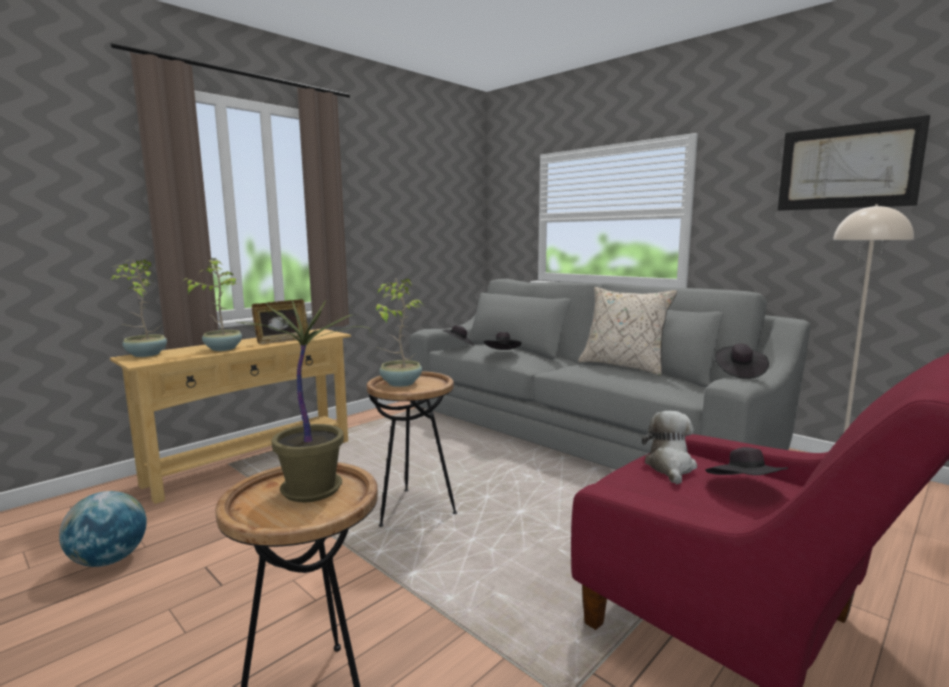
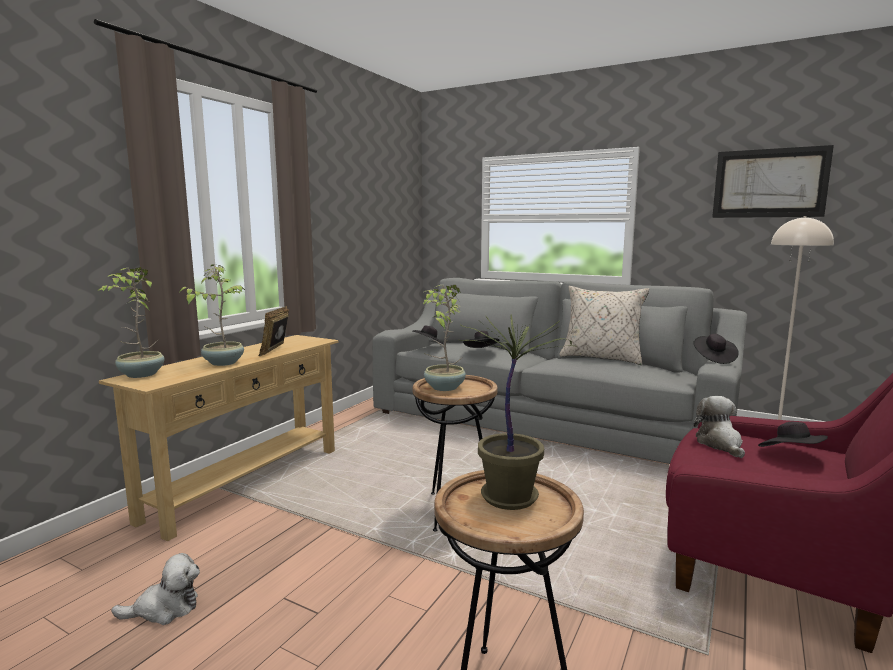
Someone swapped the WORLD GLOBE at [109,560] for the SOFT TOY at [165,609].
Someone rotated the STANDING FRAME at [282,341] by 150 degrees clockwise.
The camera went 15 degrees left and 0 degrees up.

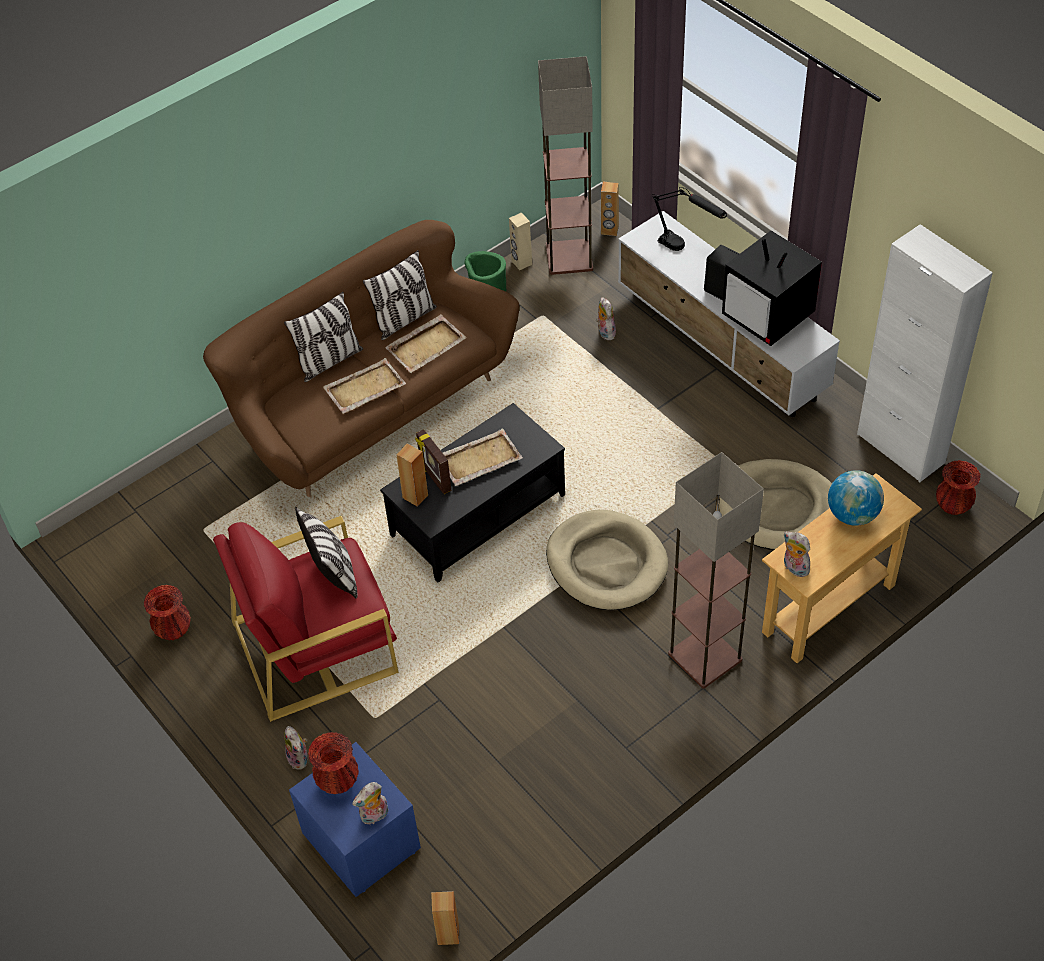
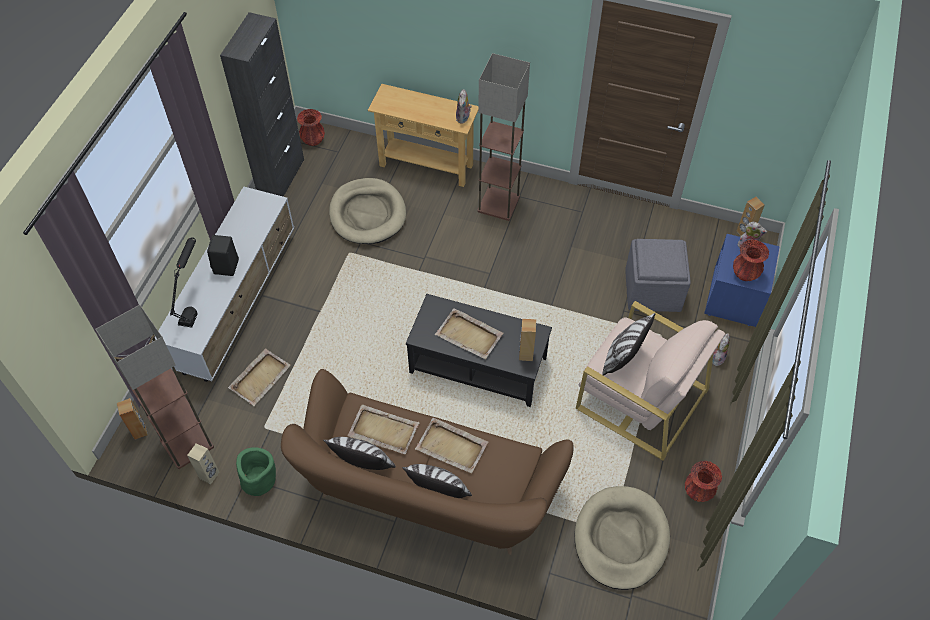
Someone took away the STANDING FRAME at [435,477].
Someone took away the TV at [768,317].
Someone took away the WORLD GLOBE at [852,514].
Someone put down the GRAY POUFFE at [653,290].
Someone carried the BEIGE DOG BED from [606,563] to [621,539].
Someone swapped the SOFT TOY at [605,332] for the BEIGE CARRYING TRAY at [260,377].
Someone repainted the RED EASY CHAIR at [316,645], which became the BEIGE EASY CHAIR at [641,397].
Someone repainted the WHITISH CABINET at [900,448], which became the BLACKISH CABINET at [281,177].
The camera went 125 degrees left and 5 degrees up.

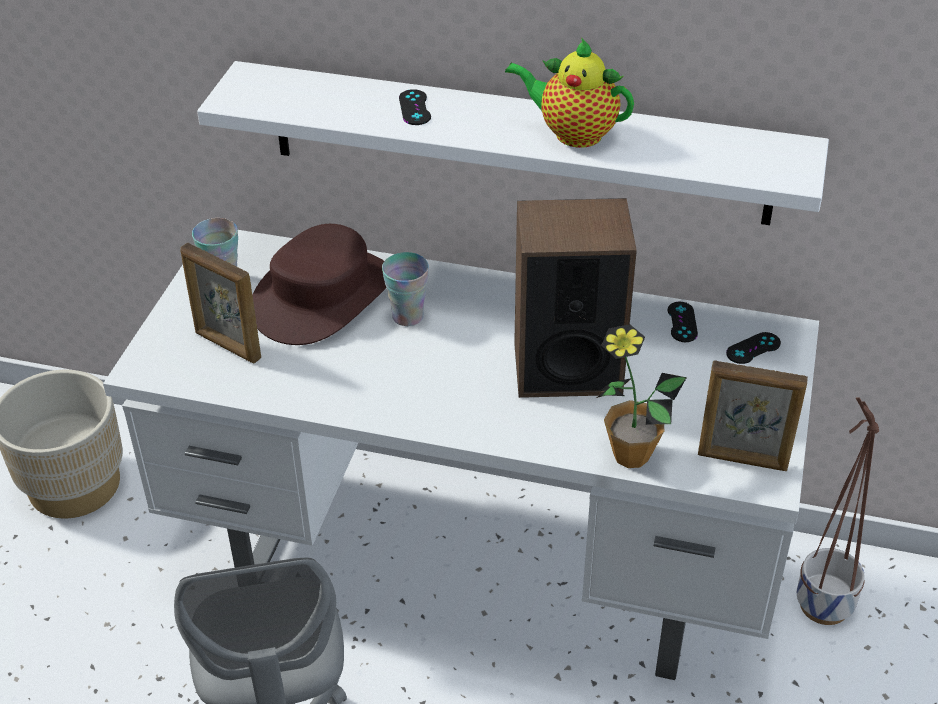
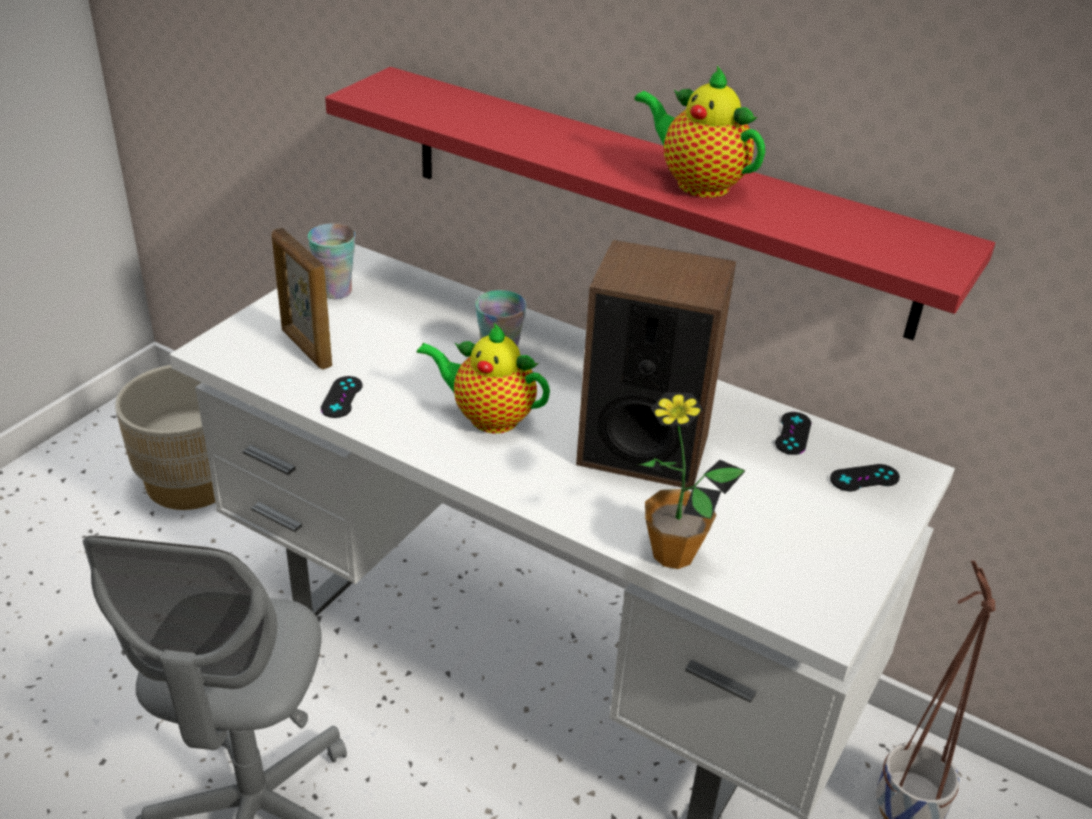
Someone took away the BROWN-COLOURED WEARABLE HAT at [322,296].
Someone took away the STANDING FRAME at [742,460].
Someone put down the TEAPOT at [488,417].
Someone carried the BLACKISH GAME CONTROLLER from [414,108] to [342,397].
Someone repainted the WHITISH SHELF at [518,143], which became the RED SHELF at [651,198].
The camera went 15 degrees right and 5 degrees down.

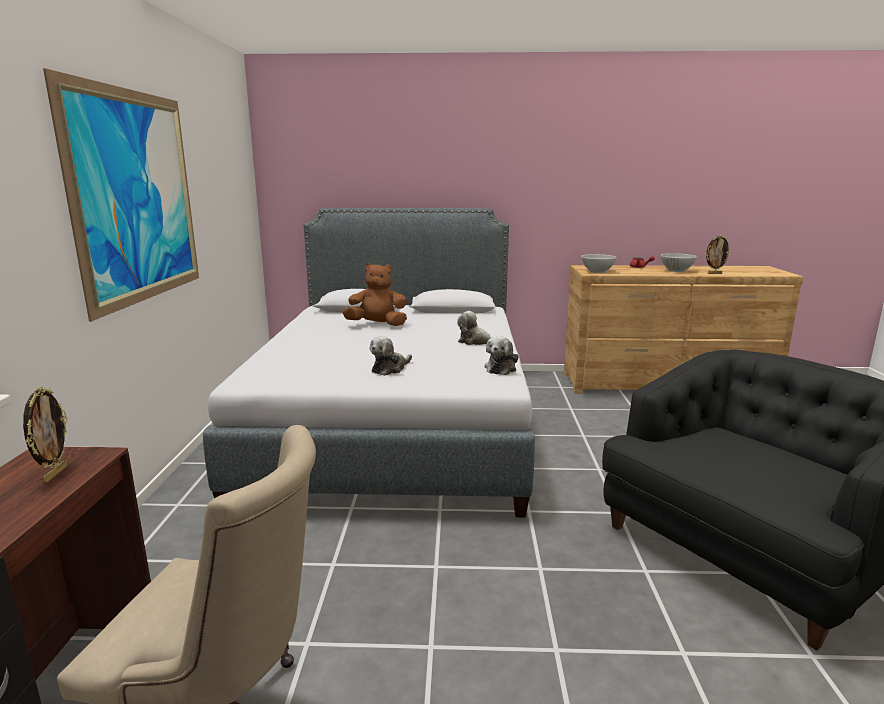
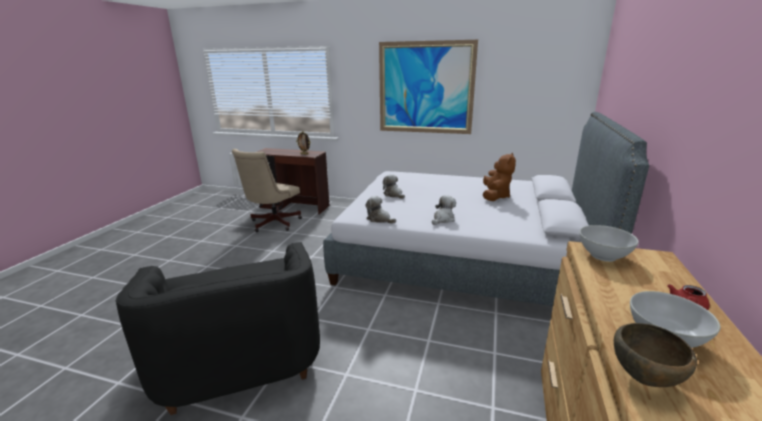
Someone swapped the STANDING FRAME at [714,273] for the BROWN-COLOURED SERVING BOWL at [644,379].
The camera went 105 degrees right and 5 degrees up.

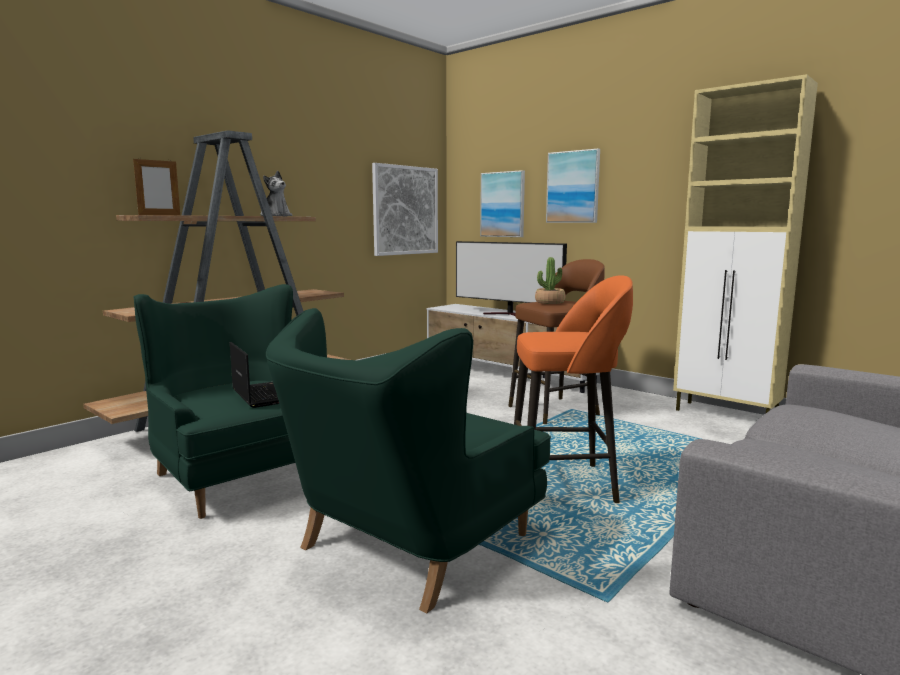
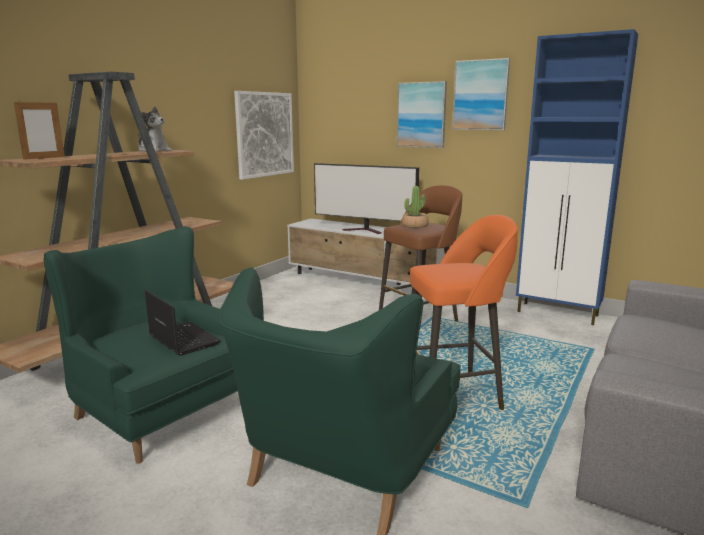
Someone carried the PICTURE from [503,204] to [480,95].
Someone repainted the BEIGE CABINET at [726,415], which became the BLUE CABINET at [558,314].
The camera went 10 degrees left and 5 degrees up.

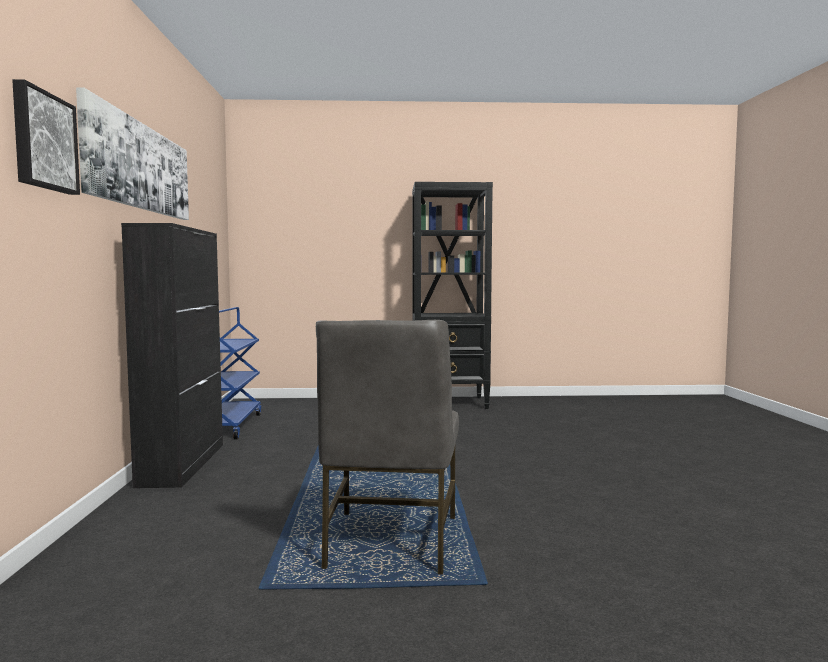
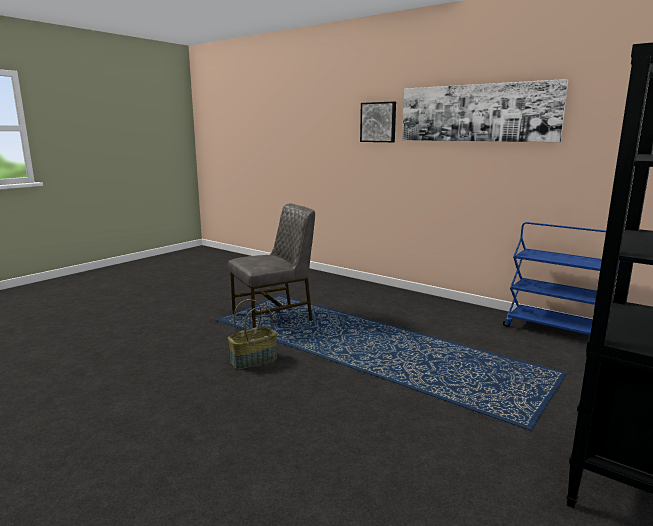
Someone took away the BLACKISH CABINET at [183,464].
Someone put down the HOUSEHOLD BASKET at [253,360].
Someone rotated the GRAY CHAIR at [390,542] by 105 degrees clockwise.
The camera went 130 degrees right and 10 degrees up.

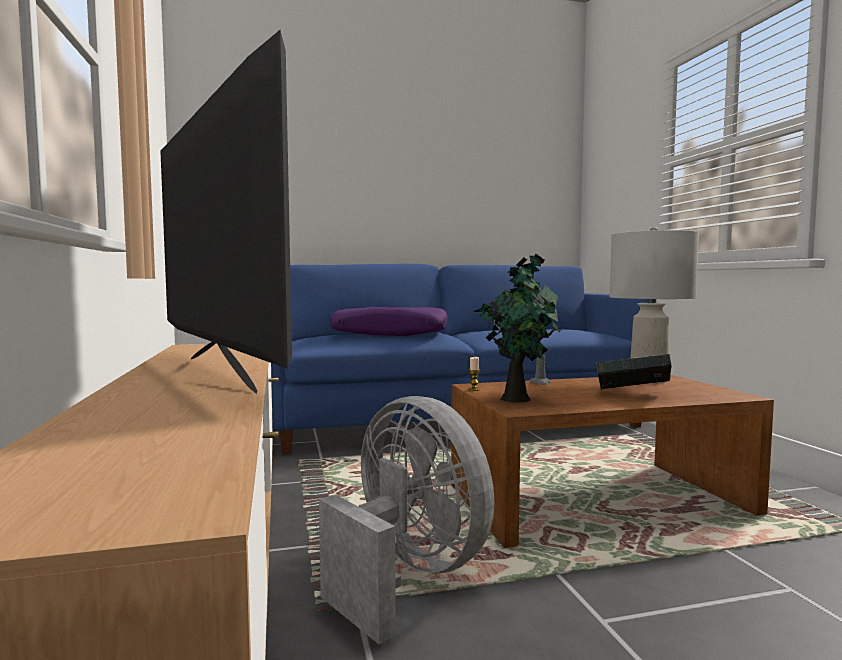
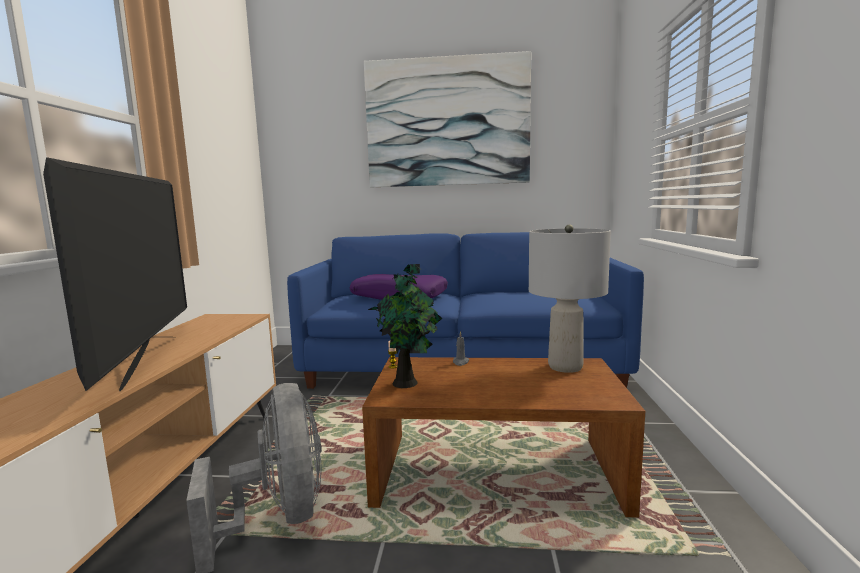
Someone took away the BOUND BOOK at [632,394].
Someone put up the PICTURE at [447,122].
The camera went 20 degrees right and 5 degrees up.

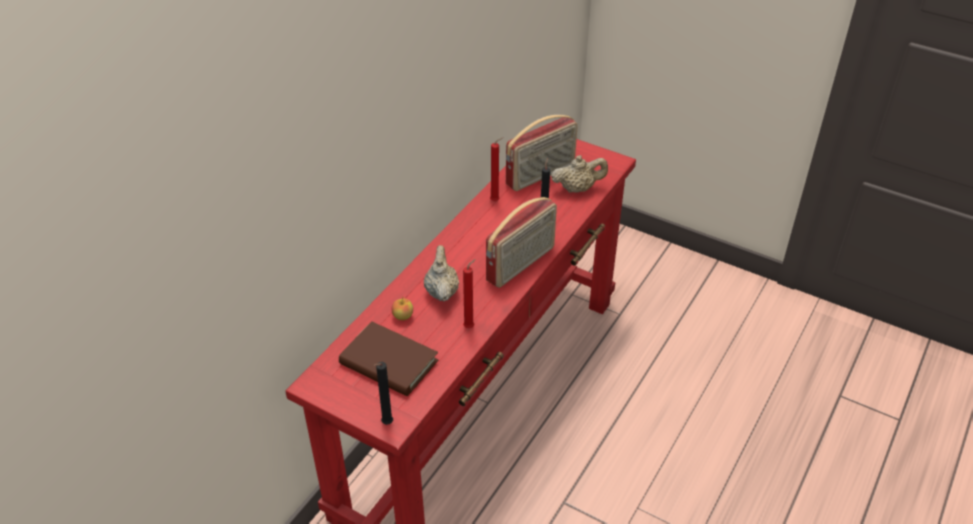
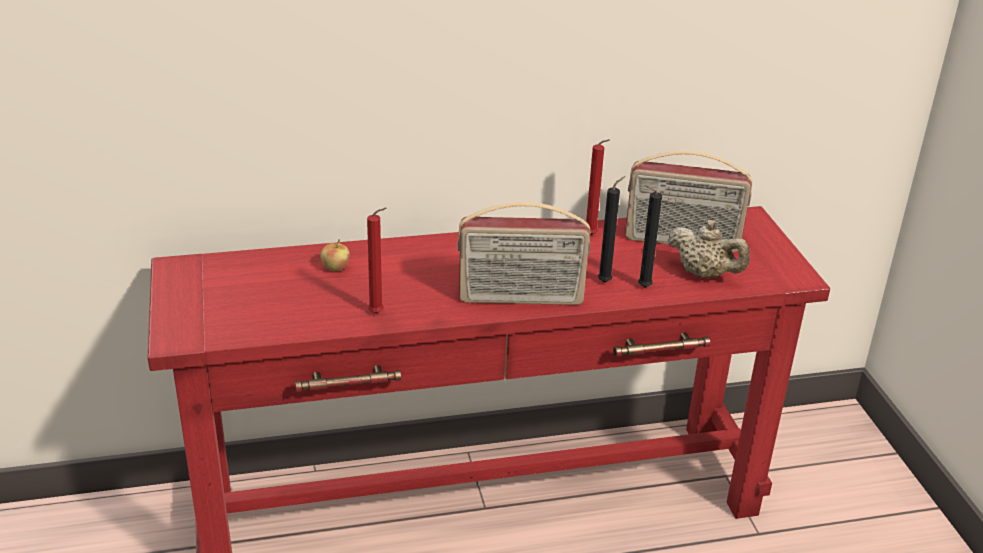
Someone took away the BROWN-COLOURED BOUND BOOK at [388,363].
Someone took away the BEIGE TEAPOT at [441,291].
Someone carried the BLACKISH CANDLE from [386,424] to [642,287].
The camera went 45 degrees right and 10 degrees down.

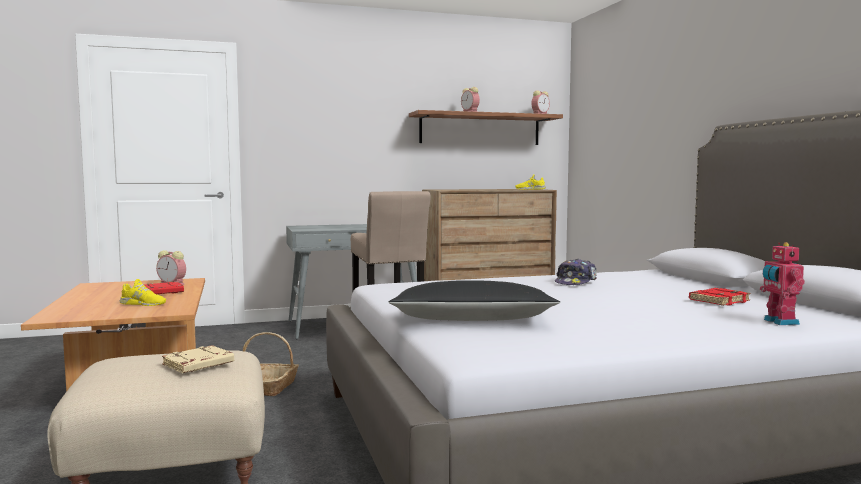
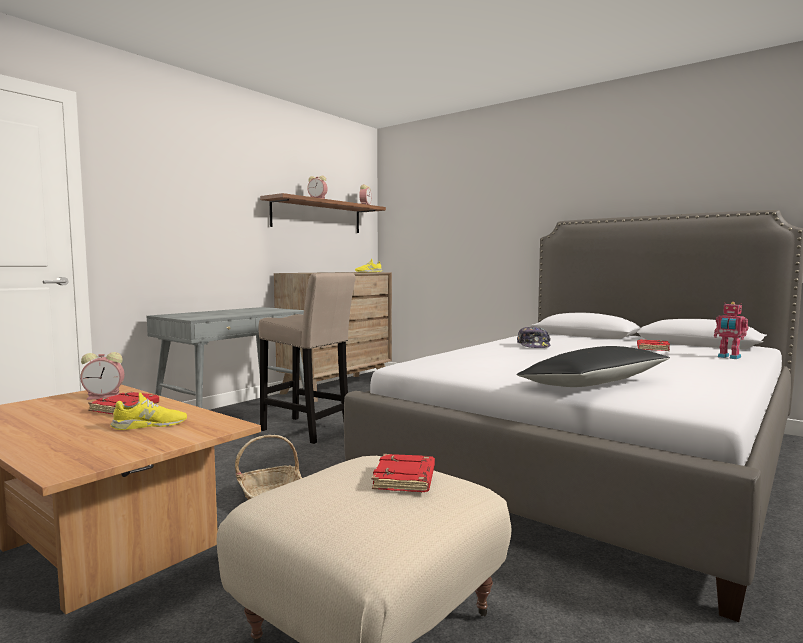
Someone repainted the BEIGE BOUND BOOK at [198,365], which became the RED BOUND BOOK at [405,479].
The camera went 35 degrees left and 0 degrees up.

